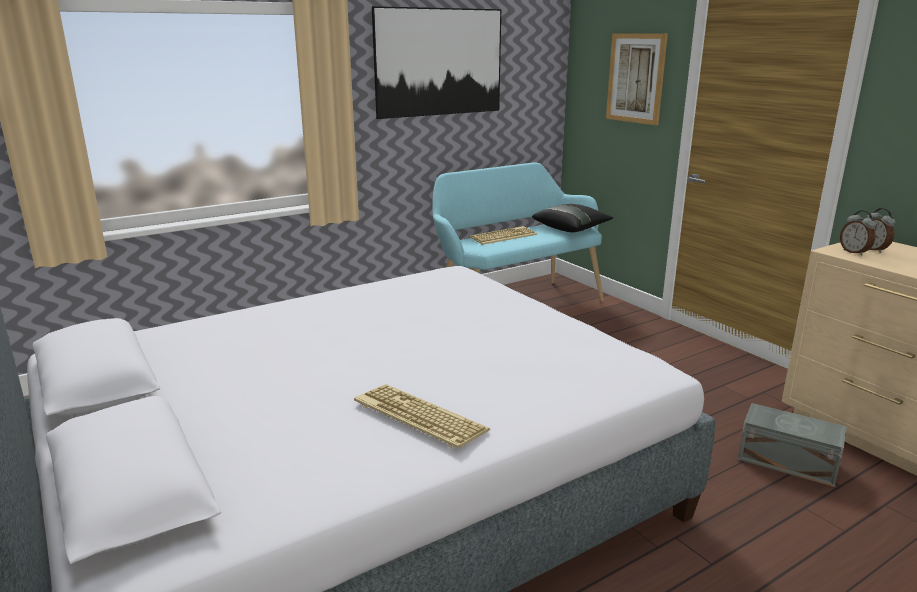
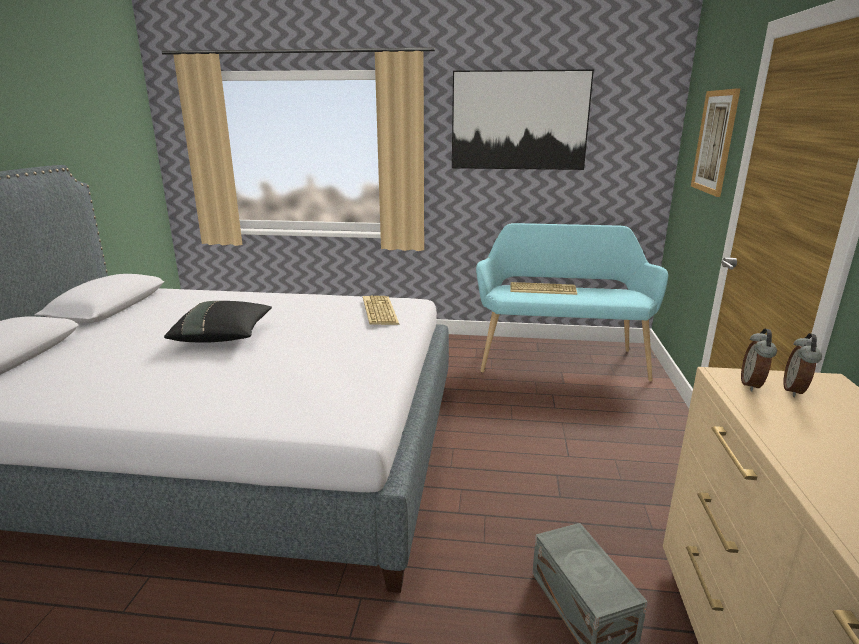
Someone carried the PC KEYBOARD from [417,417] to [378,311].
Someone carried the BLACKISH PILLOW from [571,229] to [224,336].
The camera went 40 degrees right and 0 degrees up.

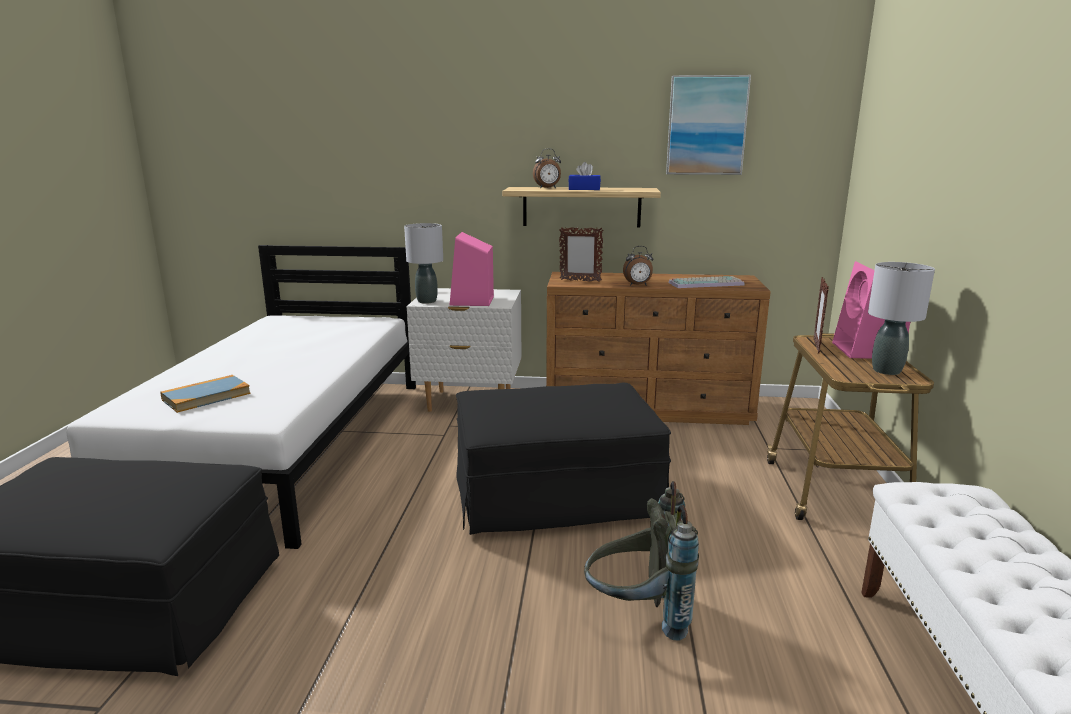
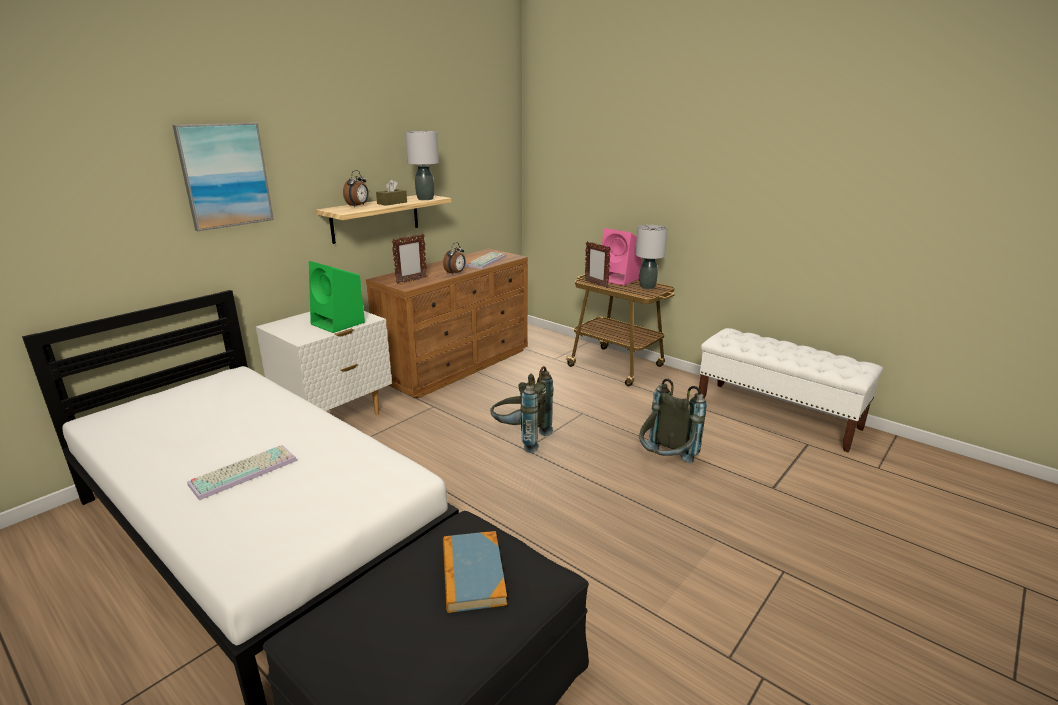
Someone put down the PC KEYBOARD at [244,471].
Someone carried the BOUND BOOK from [206,396] to [473,573].
Someone carried the GRAY TABLE LAMP from [427,301] to [425,199].
Someone carried the PICTURE from [706,125] to [225,175].
Someone swapped the BLACKISH POUFFE at [556,494] for the GRAY BACKPACK at [520,438].
Someone repainted the PINKISH AUDIO SPEAKER at [472,301], which became the GREEN-COLOURED AUDIO SPEAKER at [339,323].
Someone repainted the BLUE BOX OF TISSUES at [584,189], which became the BROWN-COLOURED BOX OF TISSUES at [392,203].
The camera went 55 degrees left and 5 degrees up.

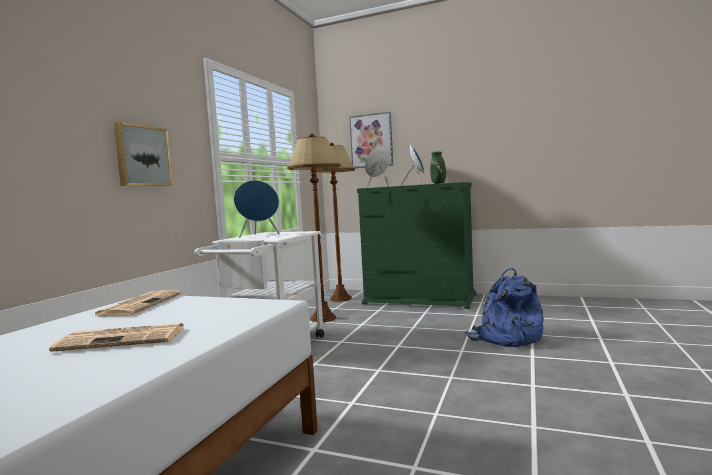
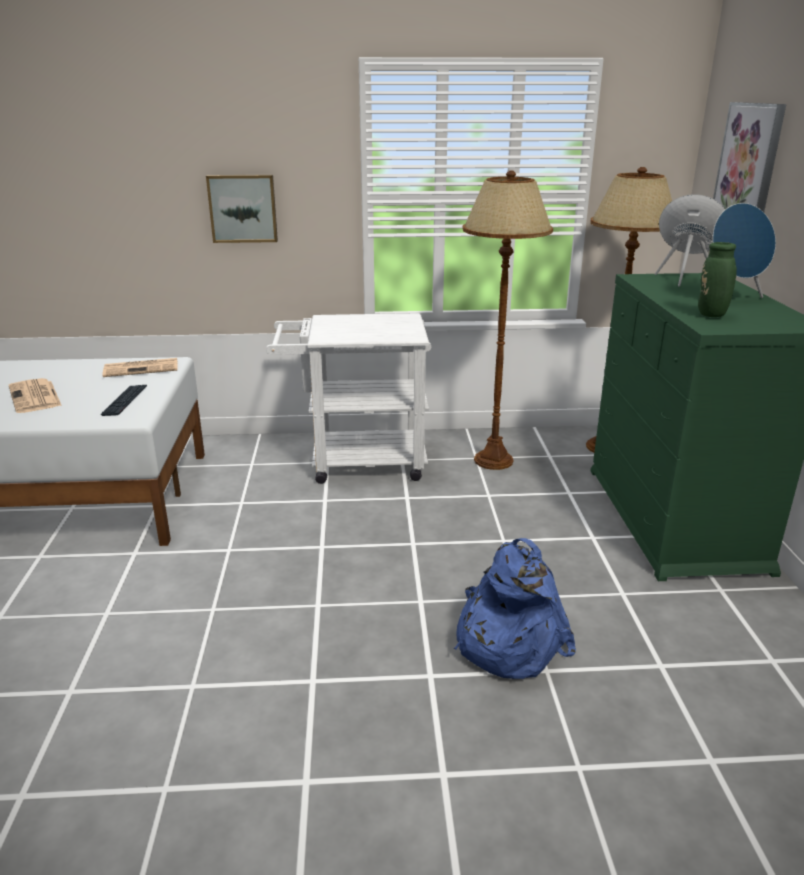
Someone took away the BLUE AUDIO SPEAKER at [259,235].
Someone put down the PC KEYBOARD at [125,401].
The camera went 65 degrees right and 20 degrees up.

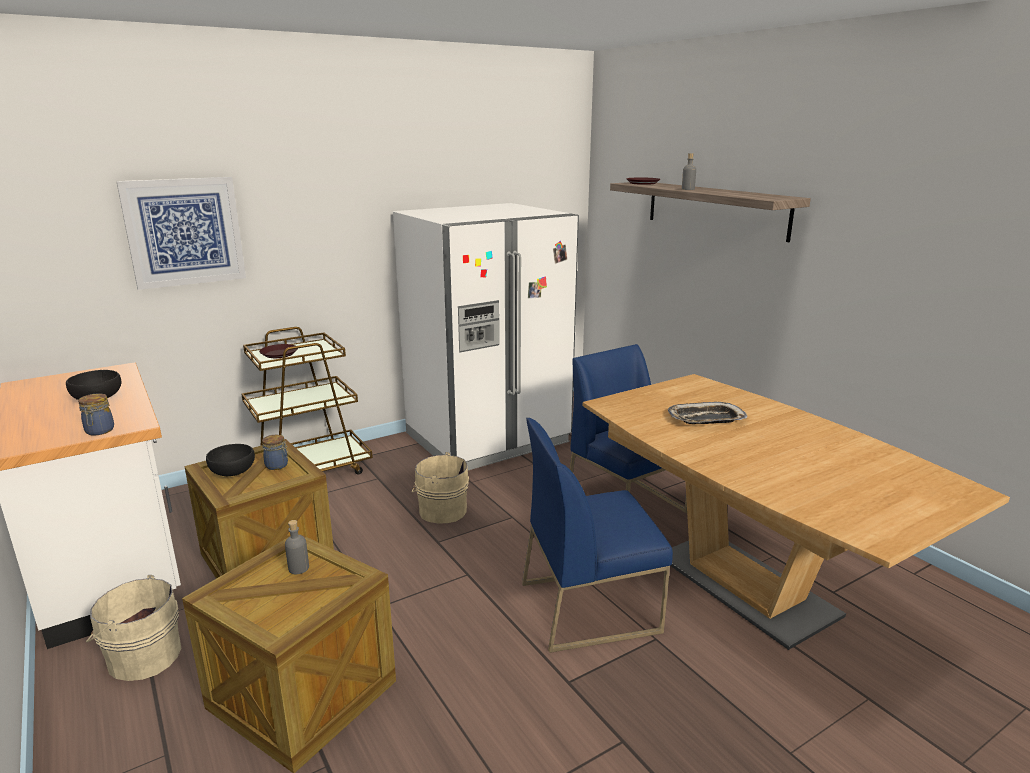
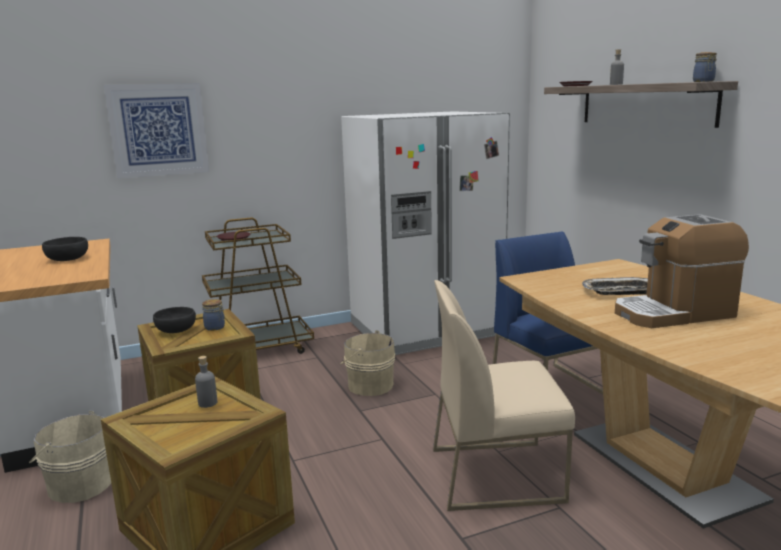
Someone put down the COFFEE BREWER at [674,313].
Someone carried the PRESERVE JAR from [99,431] to [703,81].
Someone repainted the BLUE CHAIR at [590,606], which became the BEIGE CHAIR at [496,473].
The camera went 10 degrees right and 5 degrees down.

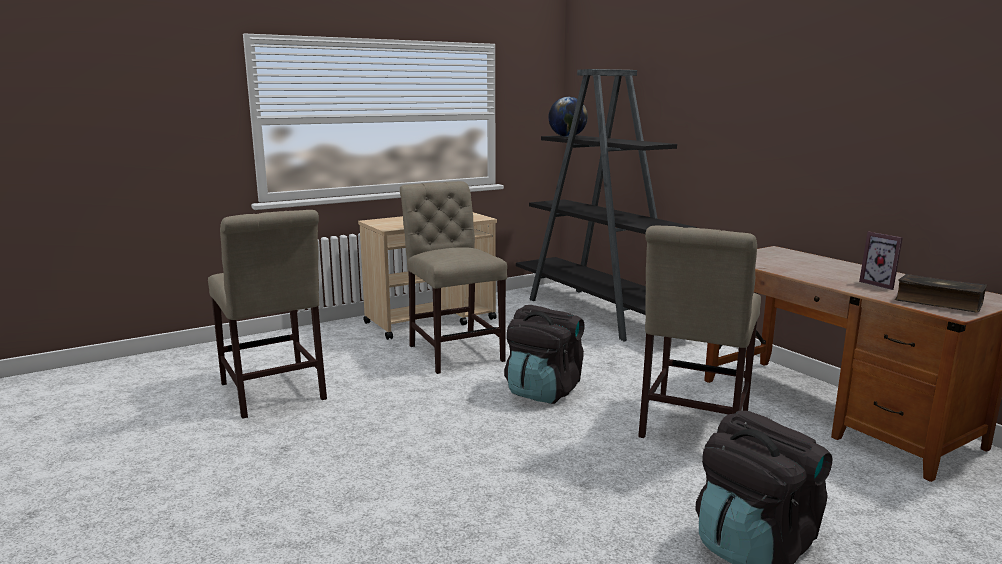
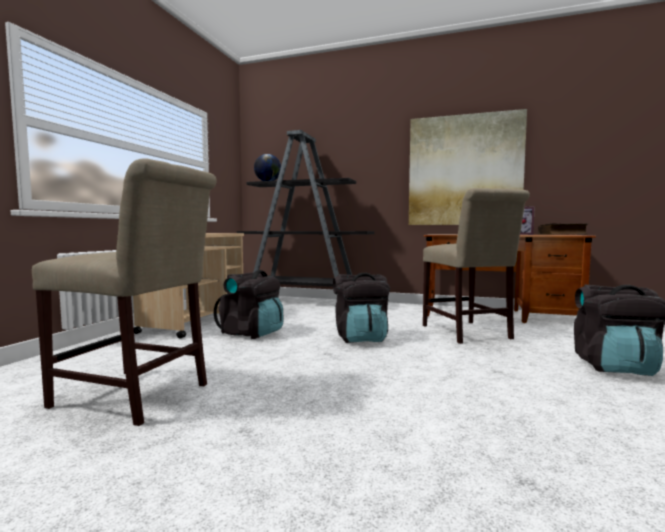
Someone put up the PICTURE at [464,170].
Someone swapped the BEIGE CHAIR at [454,351] for the BLACKISH BACKPACK at [252,333].
The camera went 40 degrees left and 10 degrees down.

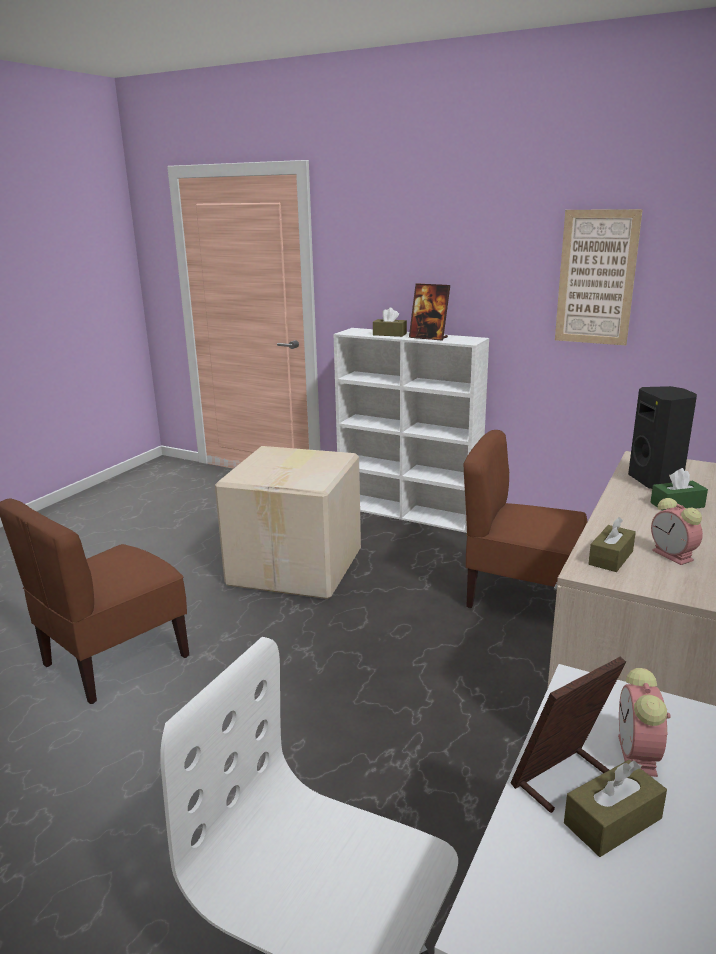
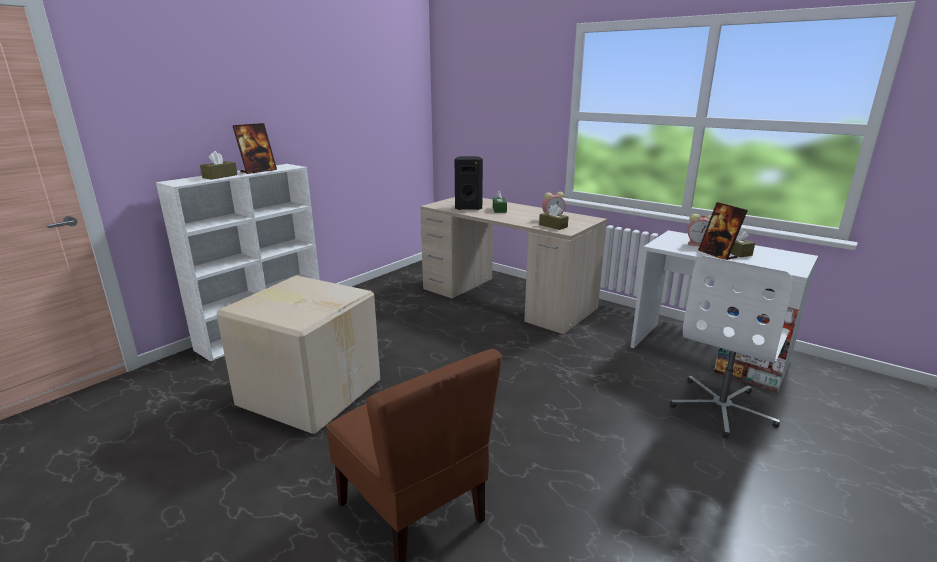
Someone took away the BROWN-COLOURED CHAIR at [520,597].
Someone took away the PICTURE at [596,278].
The camera went 80 degrees left and 0 degrees up.

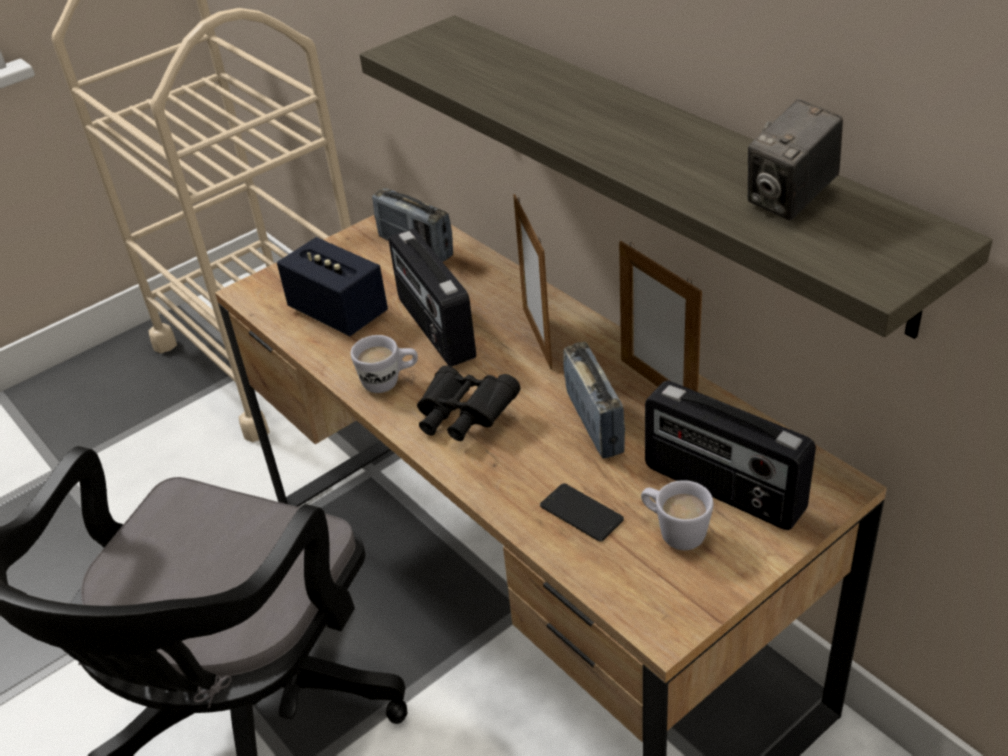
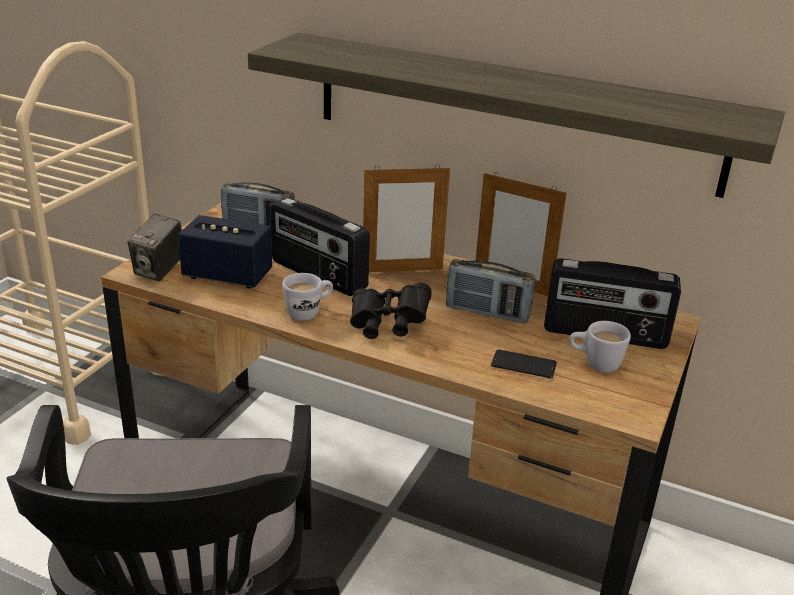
Someone carried the STILL CAMERA from [790,200] to [159,270].
Someone rotated the STANDING FRAME at [537,338] by 60 degrees counterclockwise.
Someone rotated the RADIO RECEIVER at [594,423] by 150 degrees clockwise.
The camera went 30 degrees left and 10 degrees down.

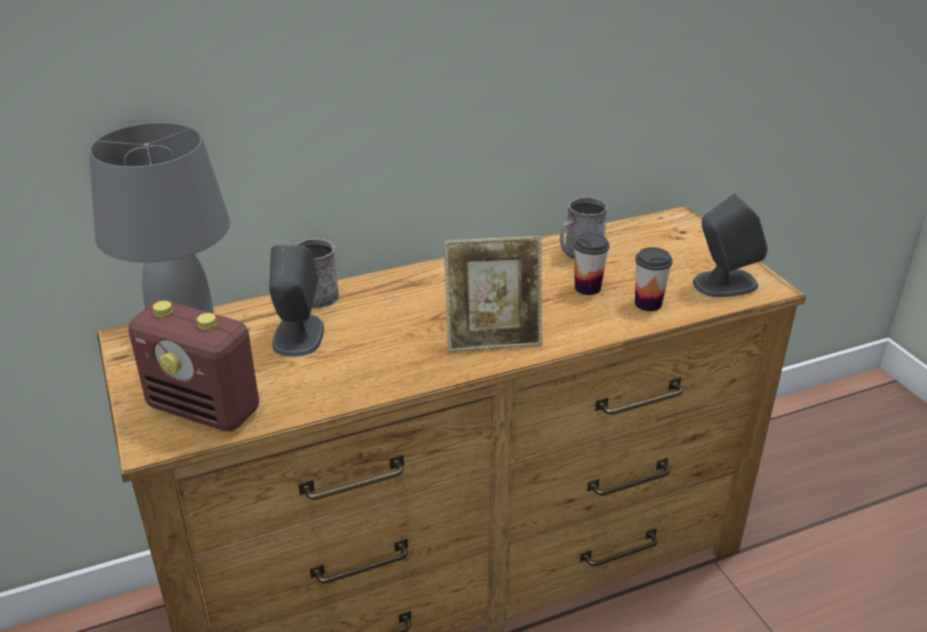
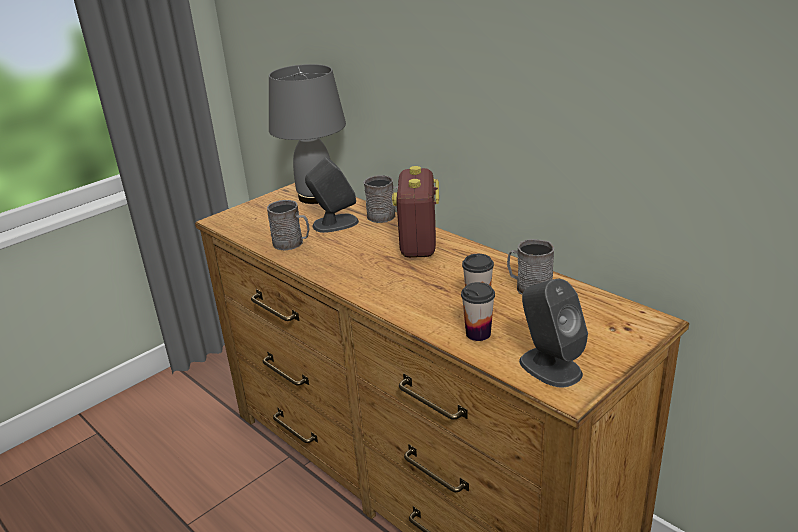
Someone took away the STANDING FRAME at [493,338].
Someone put down the GRAY TEA MUG at [292,243].
Someone carried the RADIO RECEIVER from [205,409] to [419,244].
The camera went 70 degrees right and 5 degrees down.

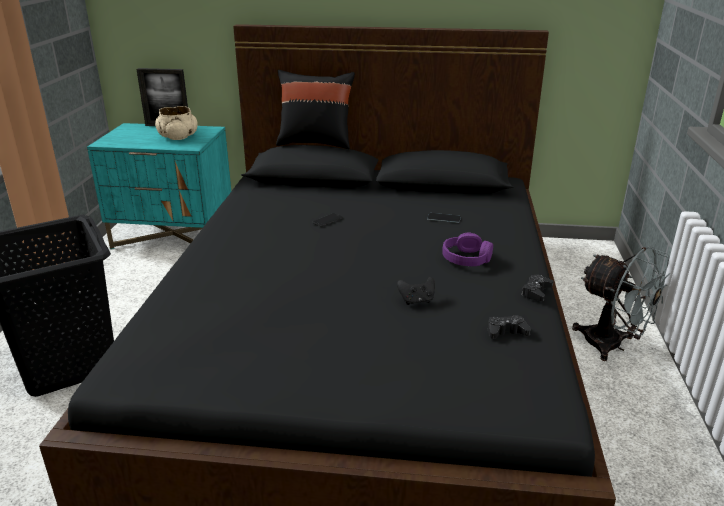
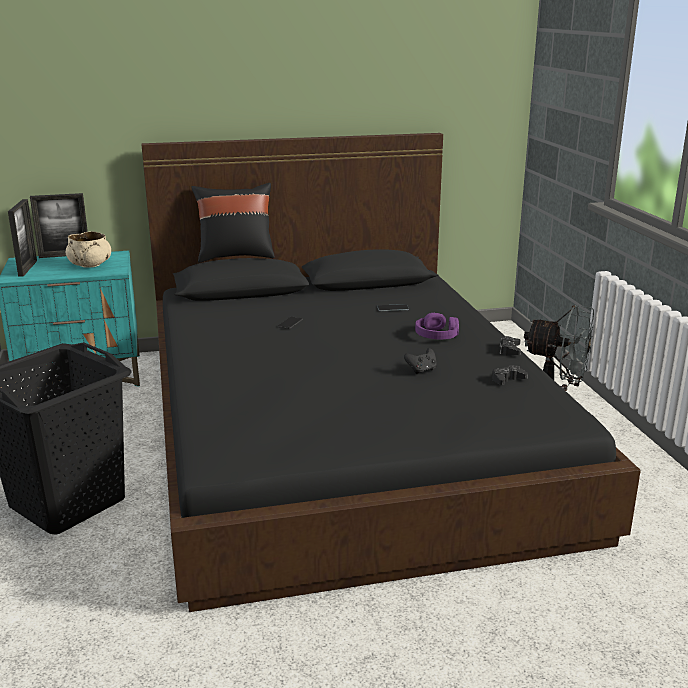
Someone put down the STANDING FRAME at [27,268].
The camera went 20 degrees left and 5 degrees down.

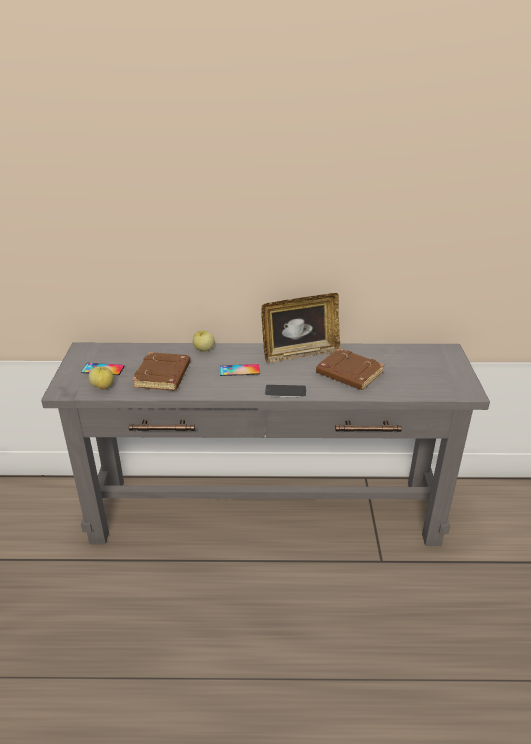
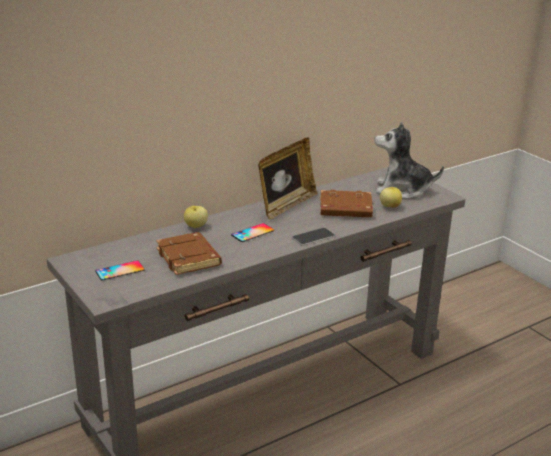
Someone put down the SOFT TOY at [402,190].
Someone carried the WHOLE APPLE from [103,387] to [389,206].
The camera went 35 degrees left and 5 degrees down.

